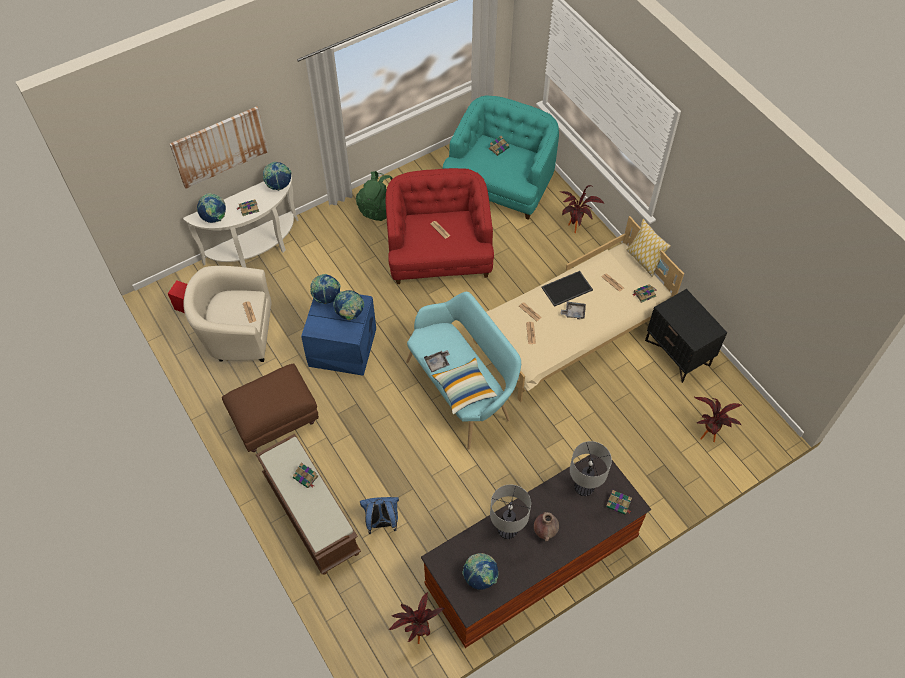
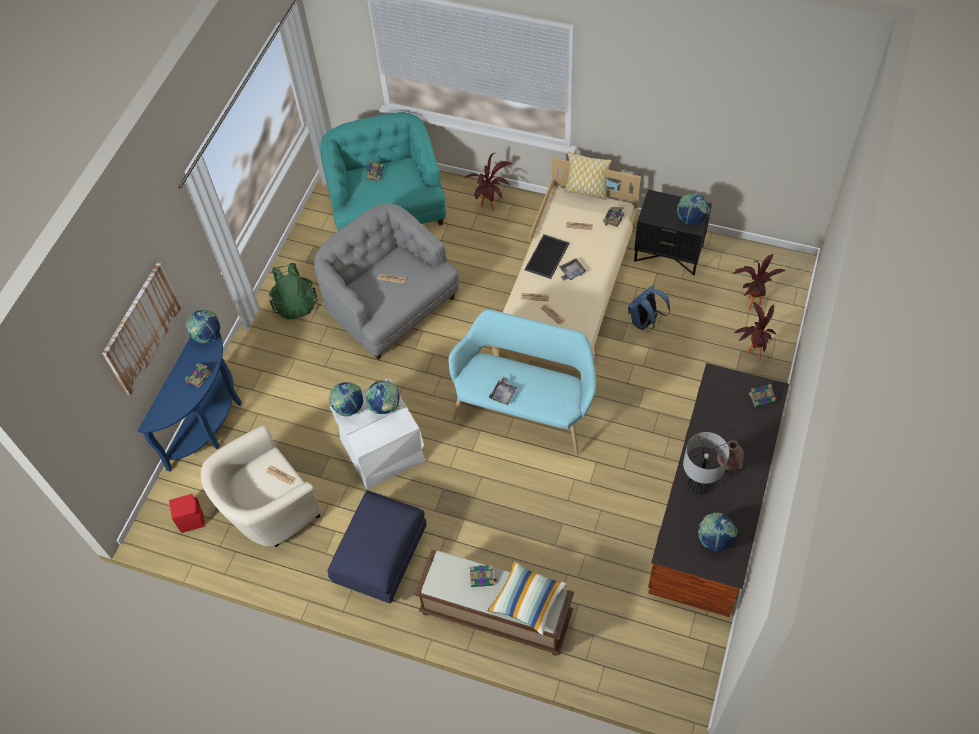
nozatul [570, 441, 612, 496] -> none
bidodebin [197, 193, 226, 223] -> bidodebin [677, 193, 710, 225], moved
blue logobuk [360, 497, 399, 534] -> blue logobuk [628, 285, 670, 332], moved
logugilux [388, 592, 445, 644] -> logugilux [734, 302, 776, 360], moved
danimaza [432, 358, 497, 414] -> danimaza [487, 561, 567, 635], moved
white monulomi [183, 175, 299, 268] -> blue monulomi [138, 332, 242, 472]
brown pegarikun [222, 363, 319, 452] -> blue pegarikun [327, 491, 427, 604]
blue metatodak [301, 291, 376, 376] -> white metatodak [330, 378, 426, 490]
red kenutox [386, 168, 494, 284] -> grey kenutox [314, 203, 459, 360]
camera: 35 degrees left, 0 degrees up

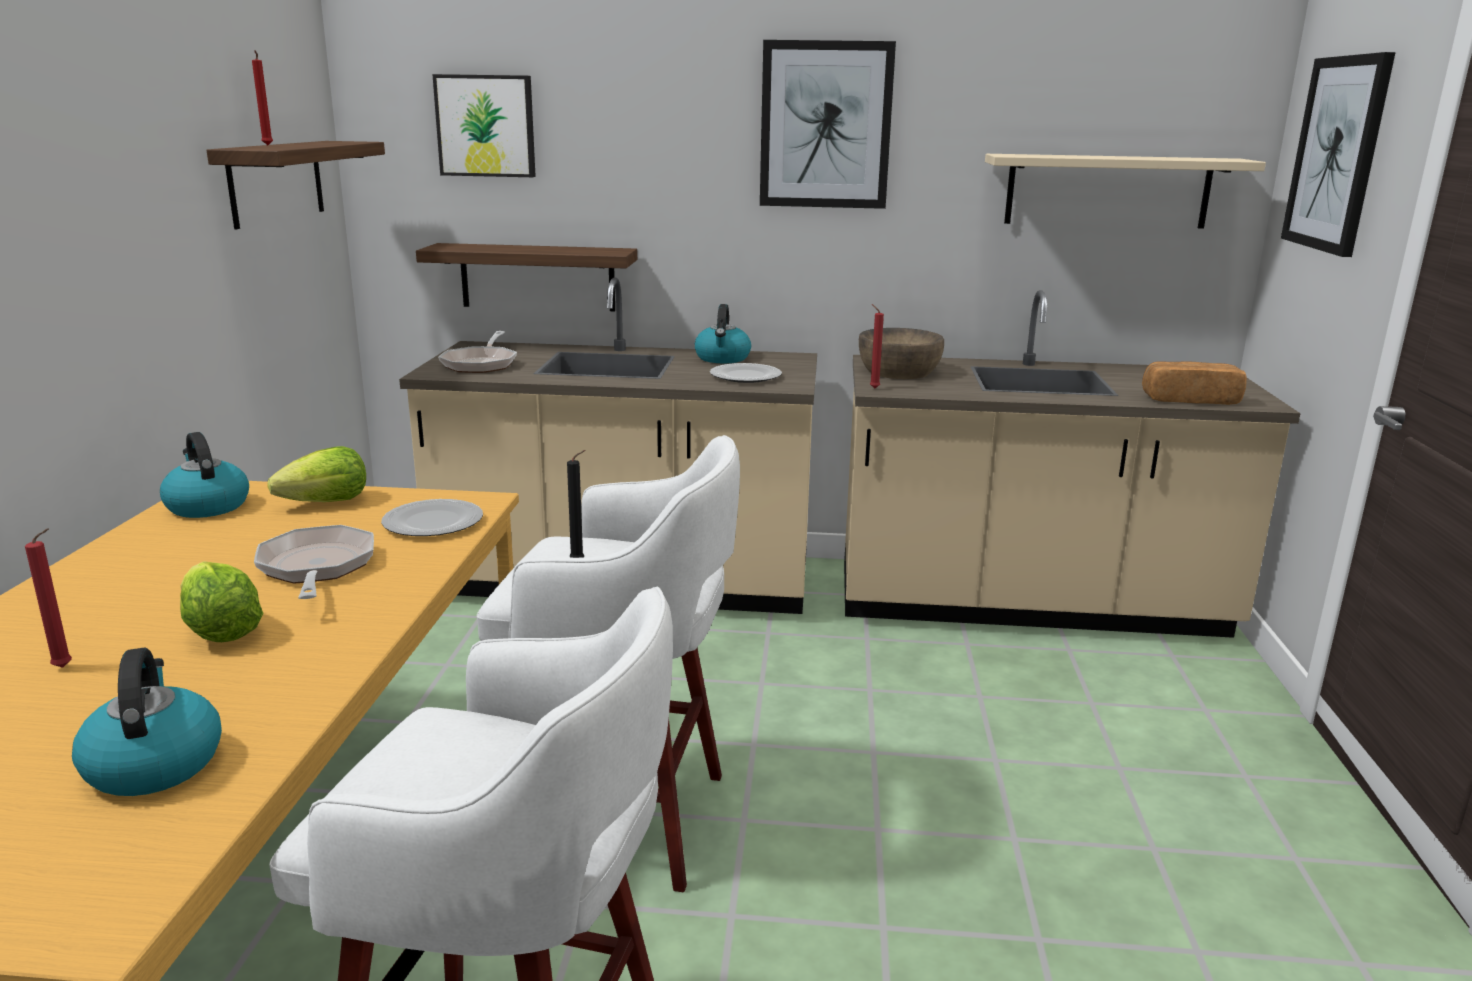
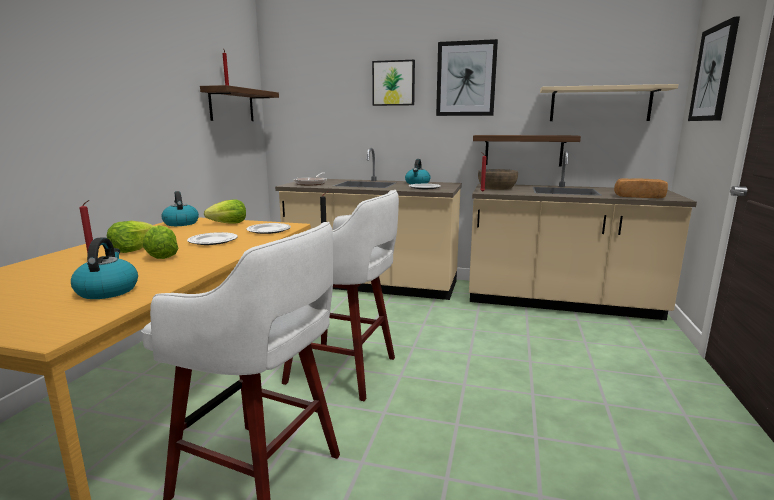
none -> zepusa [107, 221, 154, 253]
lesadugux [416, 243, 637, 311] -> lesadugux [473, 135, 581, 167], moved
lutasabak [432, 74, 536, 177] -> lutasabak [372, 60, 415, 106], moved
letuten [254, 525, 374, 599] -> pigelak [187, 232, 238, 245]
camera: 10 degrees right, 5 degrees down

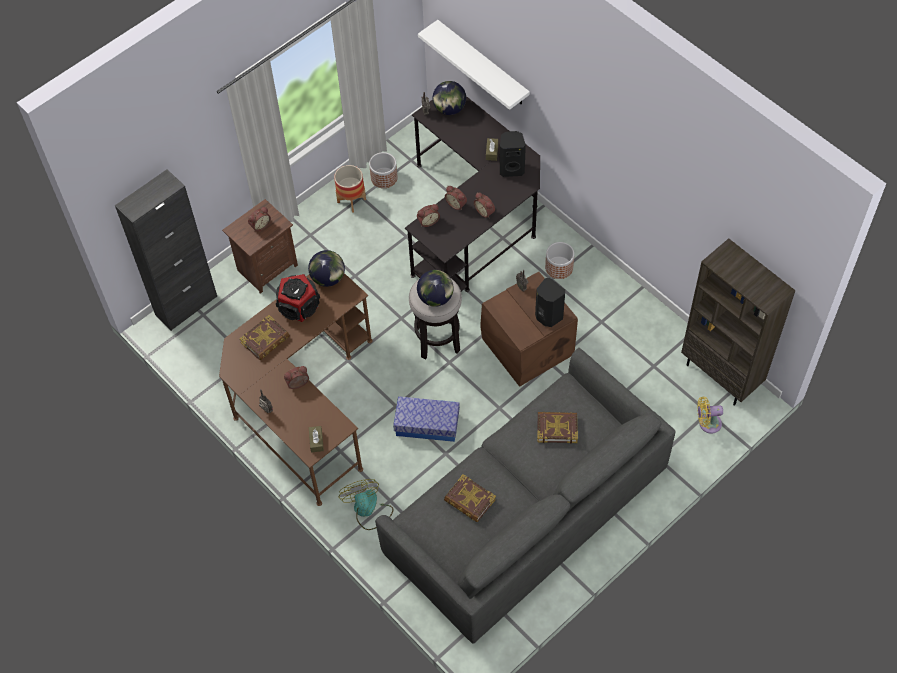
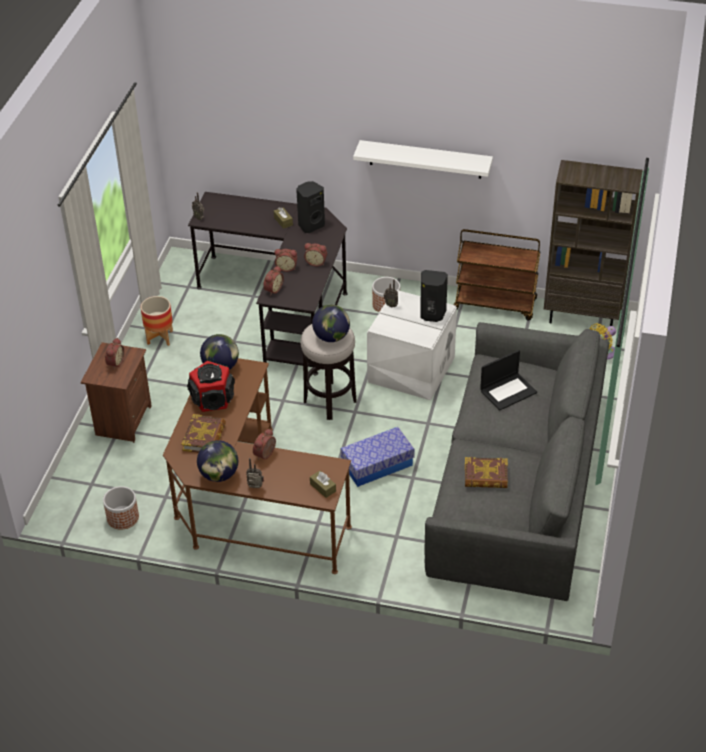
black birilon [115, 169, 217, 331] -> none
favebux [339, 479, 393, 530] -> none
none -> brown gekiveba [454, 229, 541, 321]
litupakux [369, 152, 397, 188] -> litupakux [103, 486, 139, 530], moved
white lesadugux [418, 20, 530, 110] -> white lesadugux [353, 140, 493, 179], moved
bidodebin [433, 81, 466, 115] -> bidodebin [197, 440, 238, 482], moved
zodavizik [537, 412, 578, 444] -> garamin [480, 350, 537, 411]
brown metatodak [480, 272, 578, 387] -> white metatodak [367, 290, 457, 400]
camera: 35 degrees left, 15 degrees down

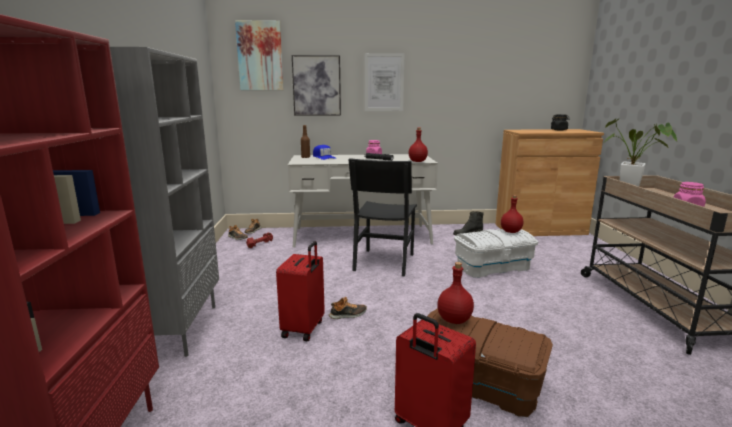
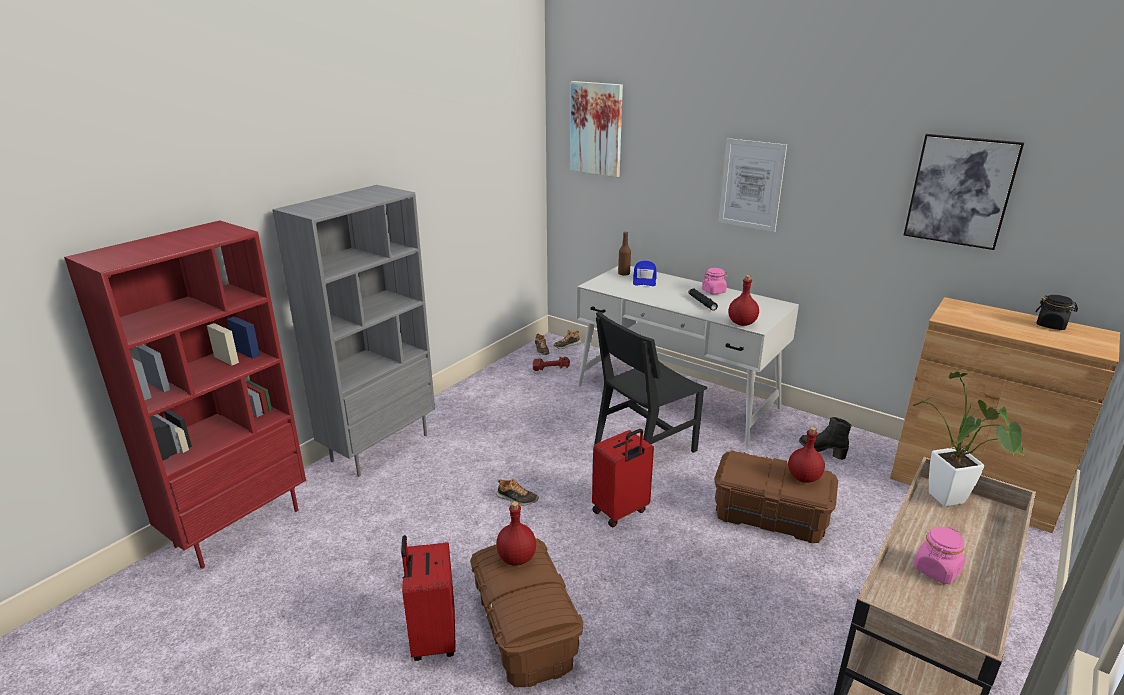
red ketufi [276, 241, 325, 341] -> red ketufi [592, 429, 654, 527], moved
lutasabak [292, 55, 341, 116] -> lutasabak [904, 134, 1024, 250], moved
white metatodak [454, 229, 538, 278] -> brown metatodak [715, 450, 838, 543]
camera: 40 degrees right, 10 degrees up

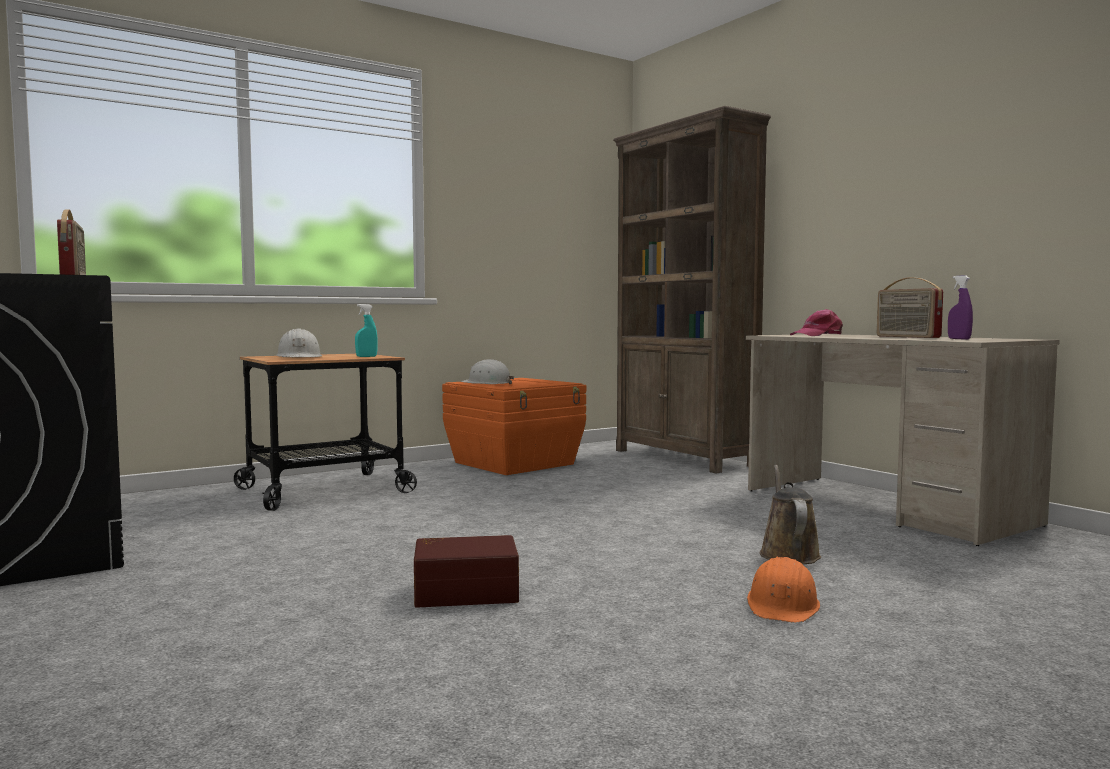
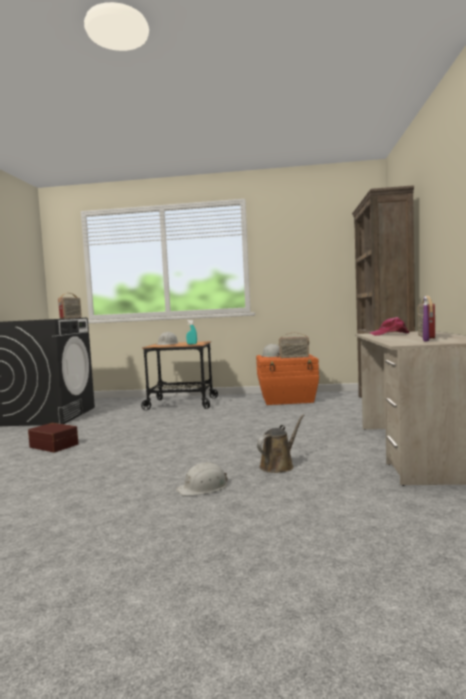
none -> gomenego [279, 333, 309, 358]
brown metatodak [414, 535, 519, 608] -> brown metatodak [28, 423, 79, 453], moved
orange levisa [747, 556, 820, 623] -> white levisa [176, 462, 228, 496]
camera: 40 degrees right, 0 degrees up

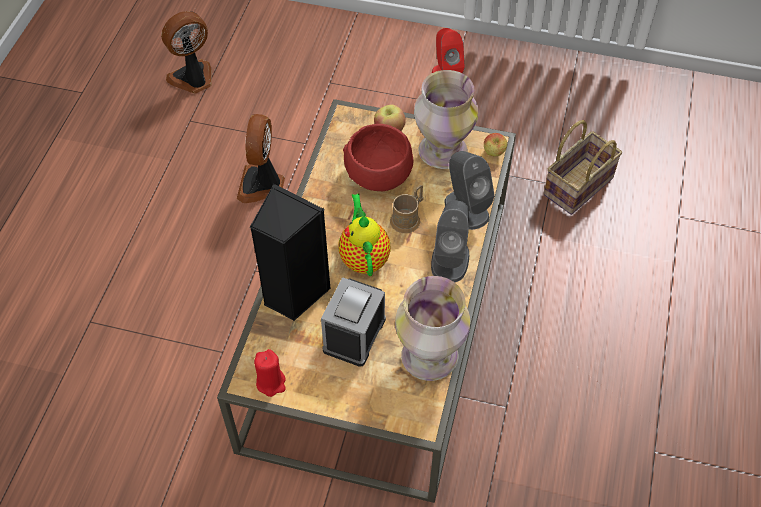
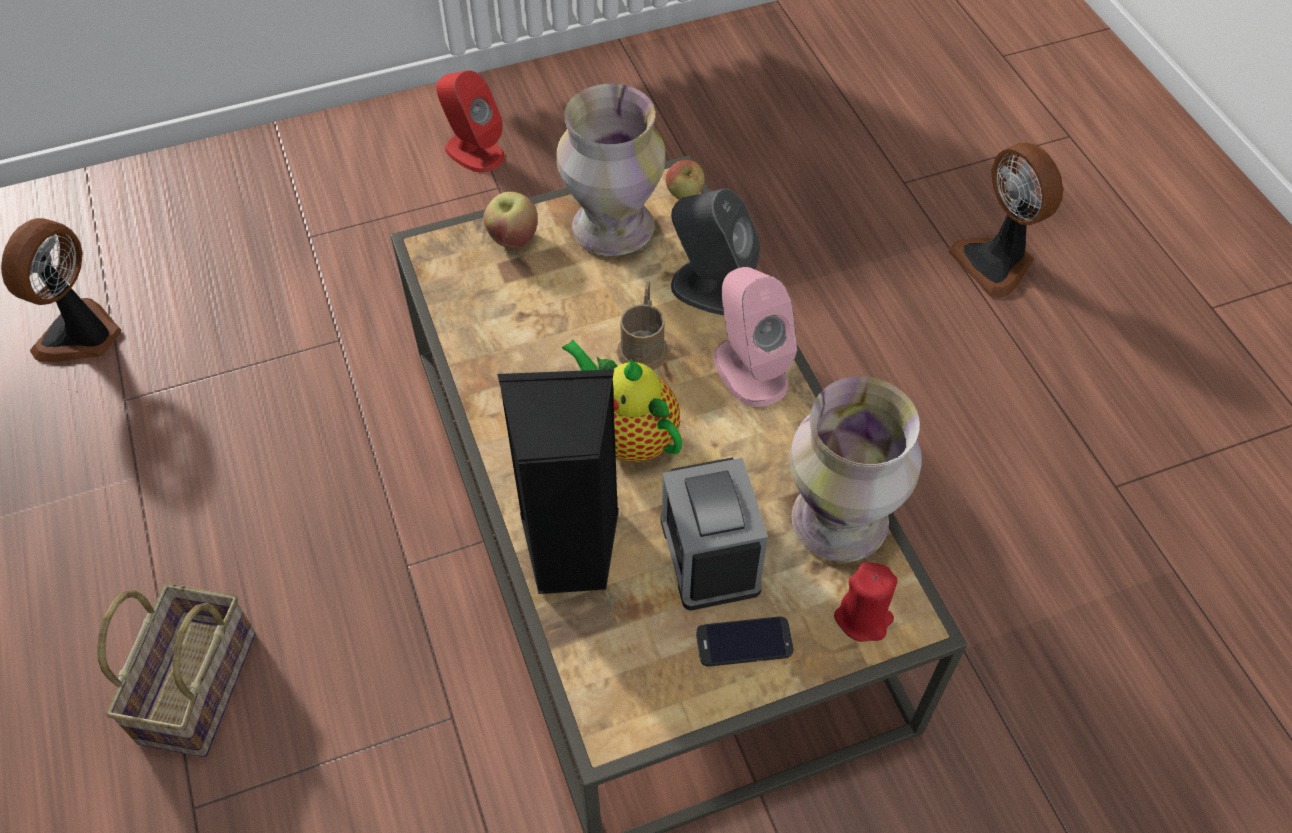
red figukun [343, 124, 413, 191] -> none
none -> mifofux [696, 617, 794, 667]
favebux [237, 114, 285, 203] -> favebux [948, 142, 1063, 298], moved
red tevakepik [254, 349, 286, 397] -> red tevakepik [834, 562, 898, 642], moved
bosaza [544, 120, 622, 215] -> bosaza [97, 583, 255, 757], moved
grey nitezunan [431, 200, 469, 282] -> pink nitezunan [713, 267, 797, 407]
camera: 35 degrees left, 0 degrees up

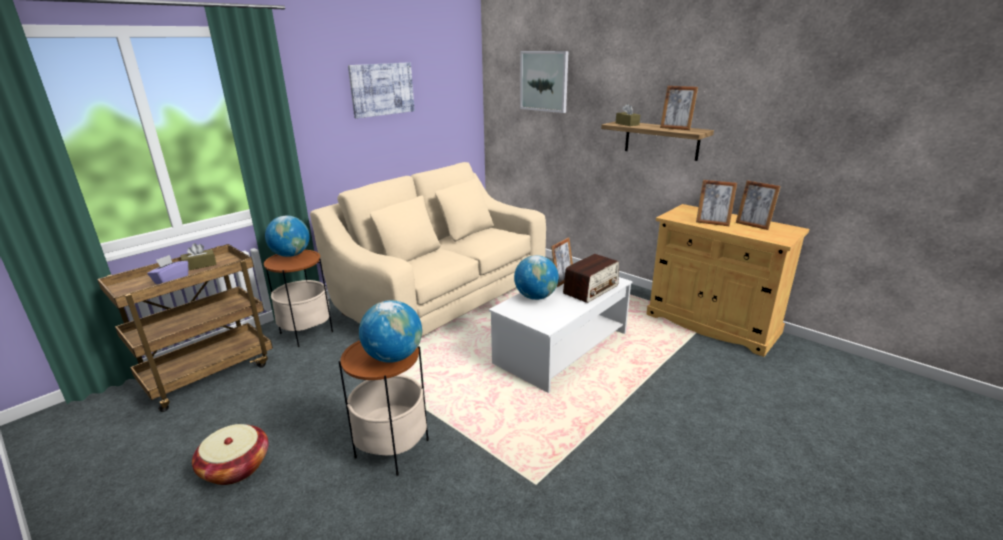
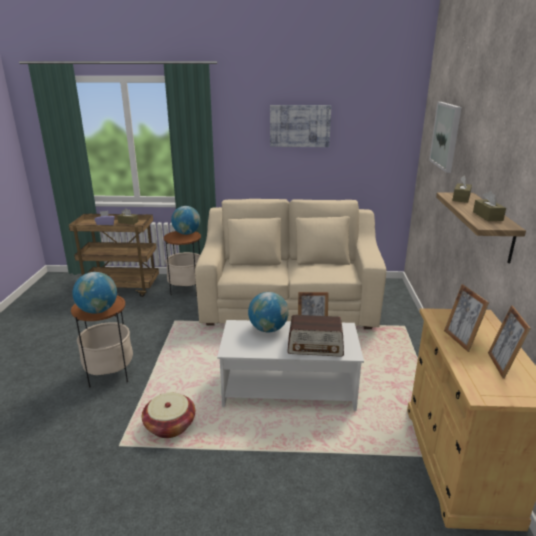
bosaza [192, 424, 268, 485] -> bosaza [142, 393, 195, 438], moved
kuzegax [660, 86, 698, 130] -> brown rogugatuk [473, 191, 506, 221]
camera: 50 degrees right, 0 degrees up

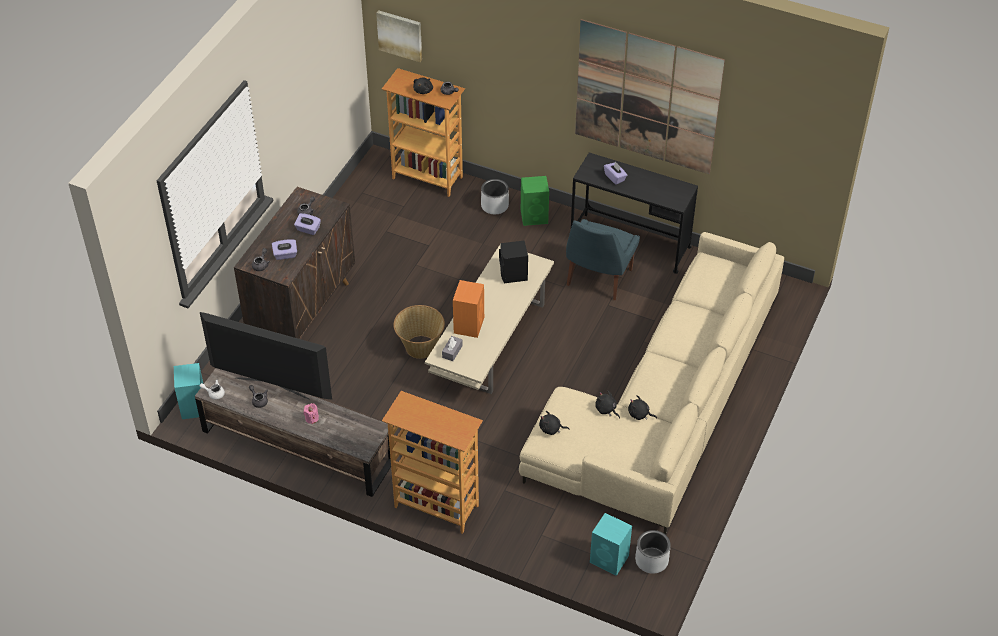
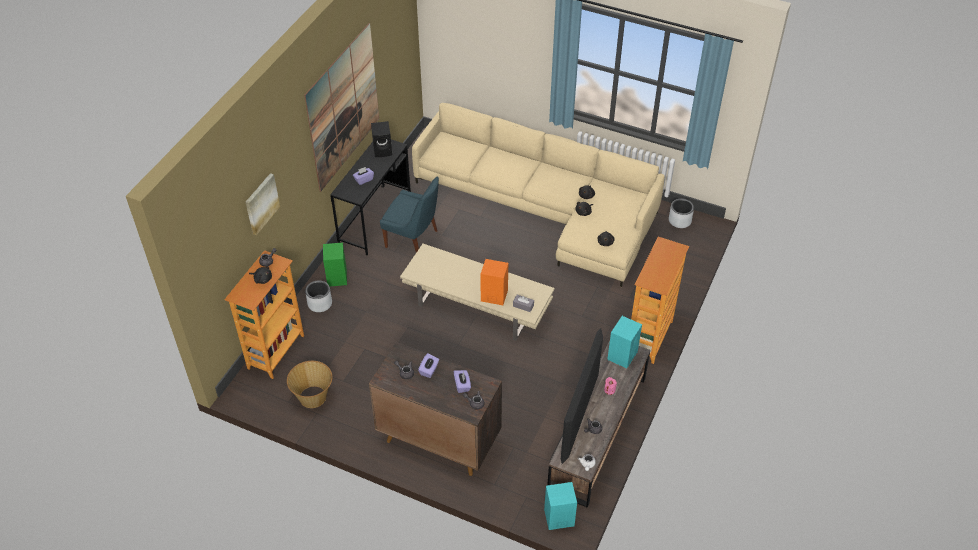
lutasabak [376, 10, 422, 62] -> lutasabak [246, 173, 280, 235], moved
bosaza [393, 305, 445, 359] -> bosaza [287, 361, 332, 408], moved
black nitezunan [499, 241, 528, 283] -> black nitezunan [371, 121, 392, 157], moved
turquoise nitezunan [590, 513, 632, 576] -> turquoise nitezunan [607, 316, 642, 368], moved
camera: 90 degrees left, 0 degrees up

